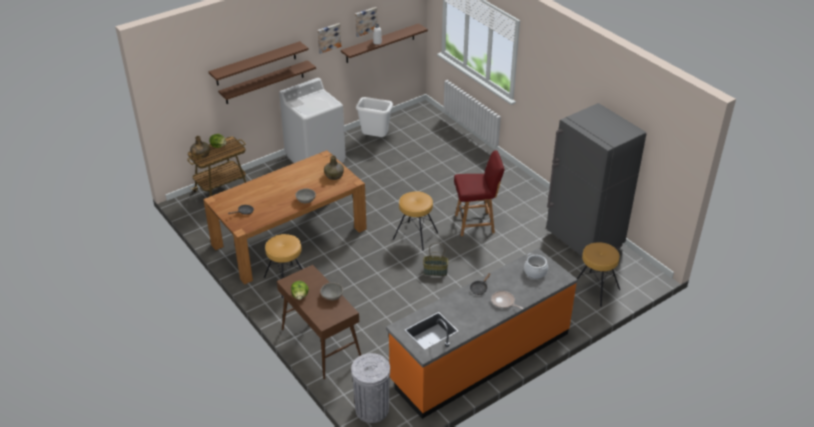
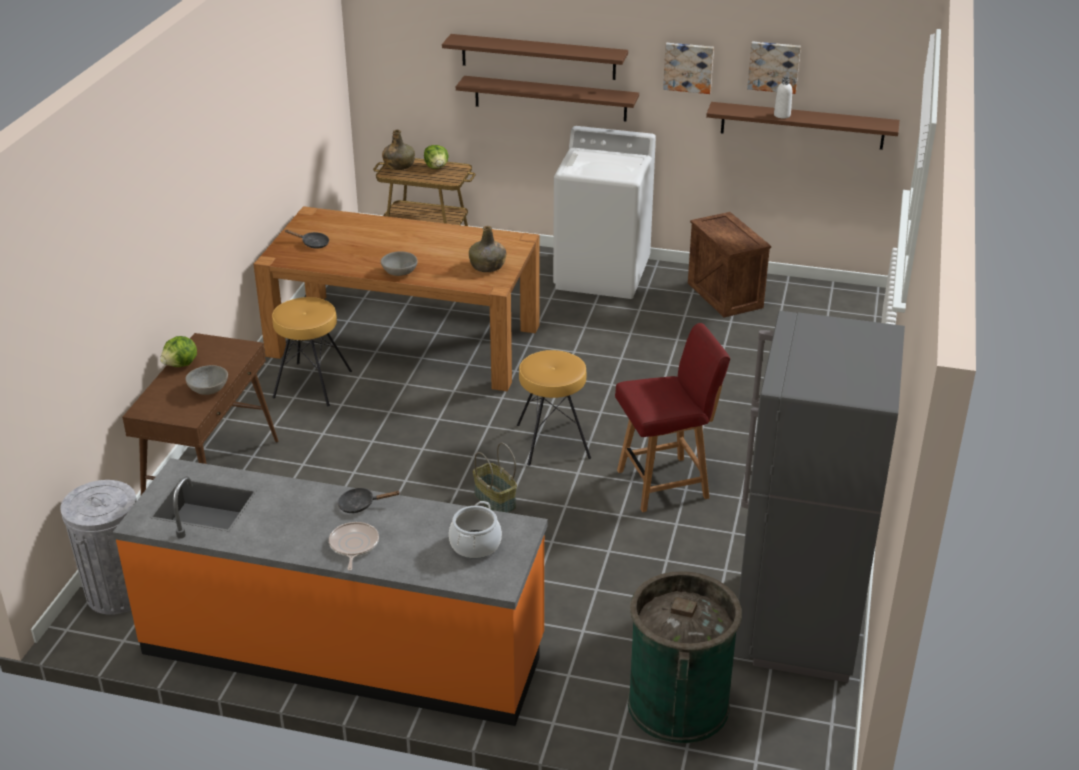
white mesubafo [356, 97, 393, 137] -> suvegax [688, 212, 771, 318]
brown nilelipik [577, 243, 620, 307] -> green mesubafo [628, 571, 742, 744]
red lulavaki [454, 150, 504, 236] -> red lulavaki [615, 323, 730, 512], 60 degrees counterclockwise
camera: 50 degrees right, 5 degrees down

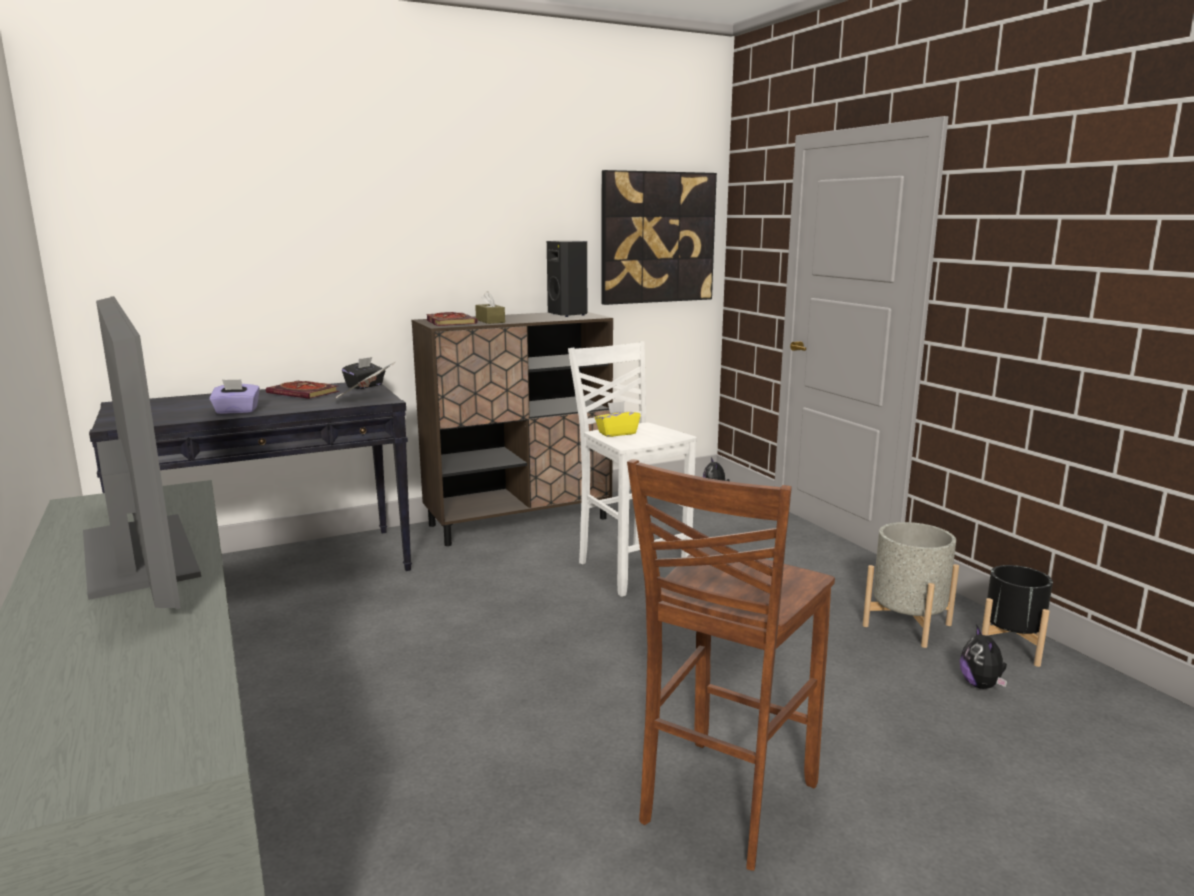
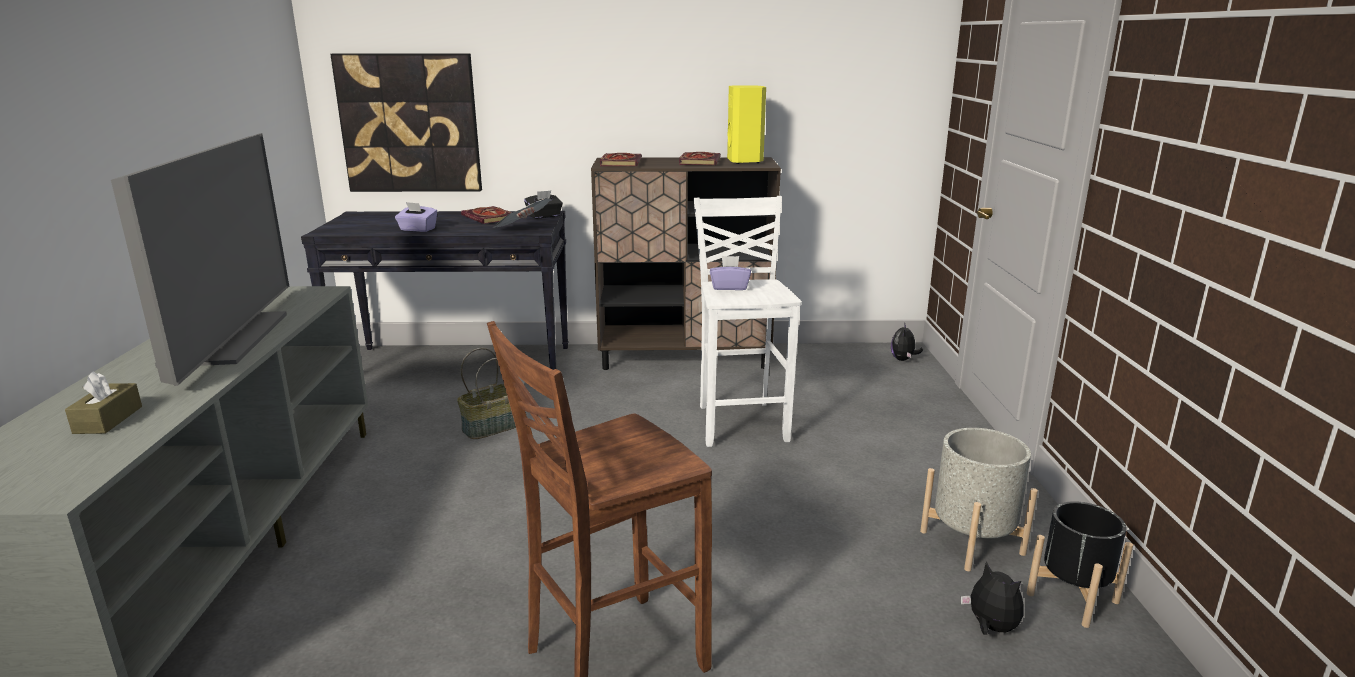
none -> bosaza [457, 348, 516, 439]
none -> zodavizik [679, 152, 721, 165]
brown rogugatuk [475, 291, 505, 324] -> brown rogugatuk [65, 371, 142, 434], moved
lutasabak [601, 170, 717, 305] -> lutasabak [330, 53, 482, 192], moved
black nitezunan [547, 241, 587, 317] -> yellow nitezunan [727, 85, 766, 164]
yellow rogugatuk [595, 401, 641, 437] -> purple rogugatuk [710, 256, 751, 290]
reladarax [960, 626, 1007, 689] -> reladarax [961, 561, 1024, 635], 120 degrees clockwise
camera: 25 degrees right, 5 degrees up

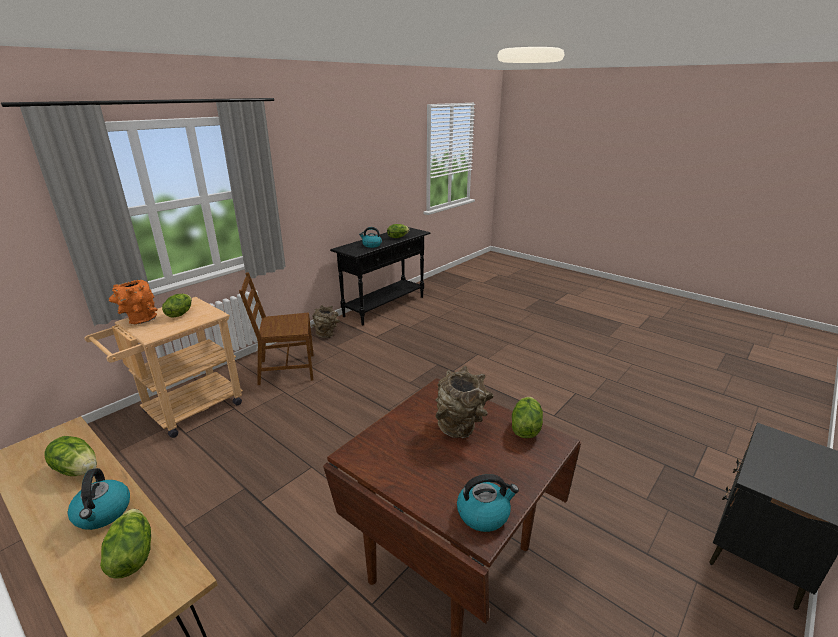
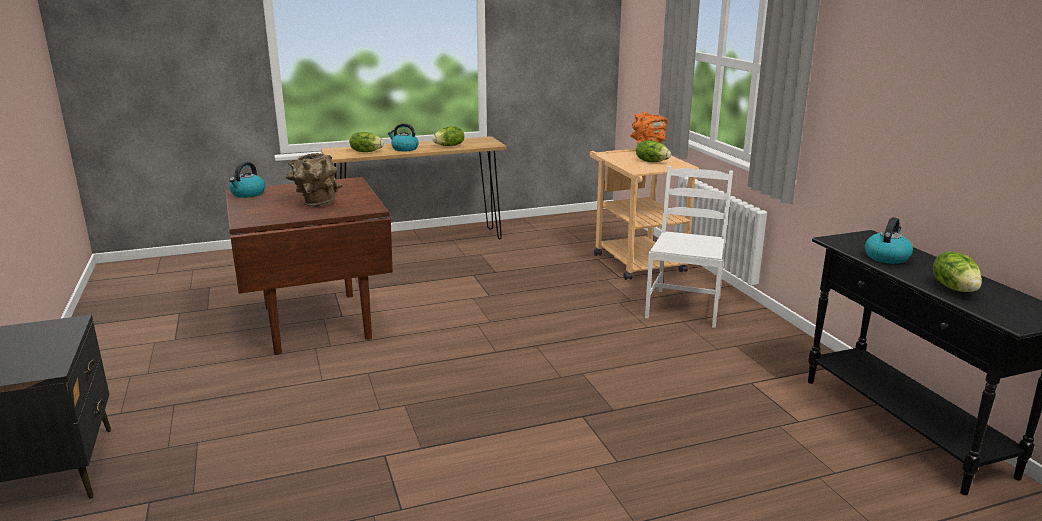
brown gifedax [311, 305, 340, 338] -> none
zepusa [512, 397, 543, 438] -> none
brown lulavaki [239, 272, 314, 385] -> white lulavaki [645, 166, 733, 328]
camera: 120 degrees right, 5 degrees down

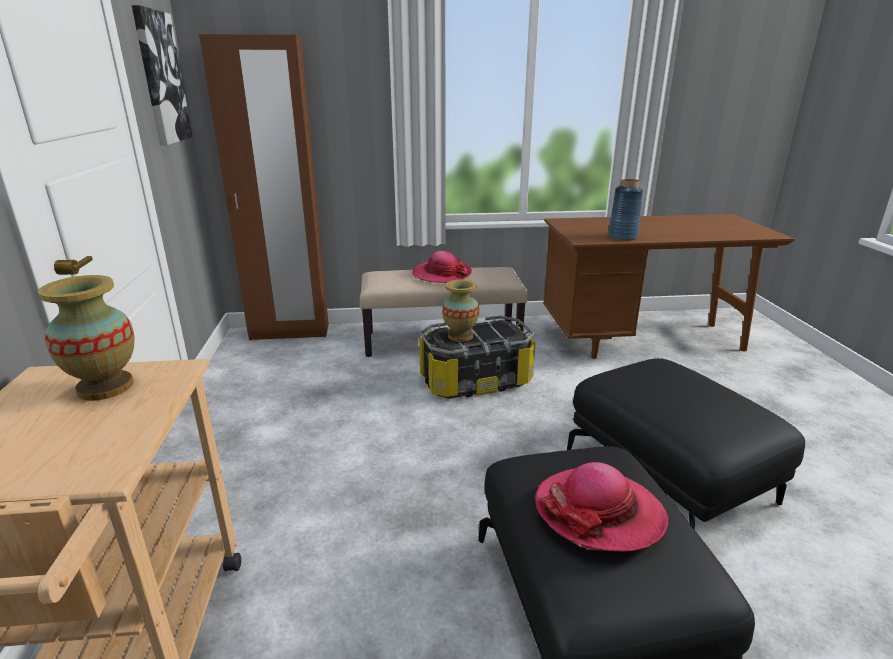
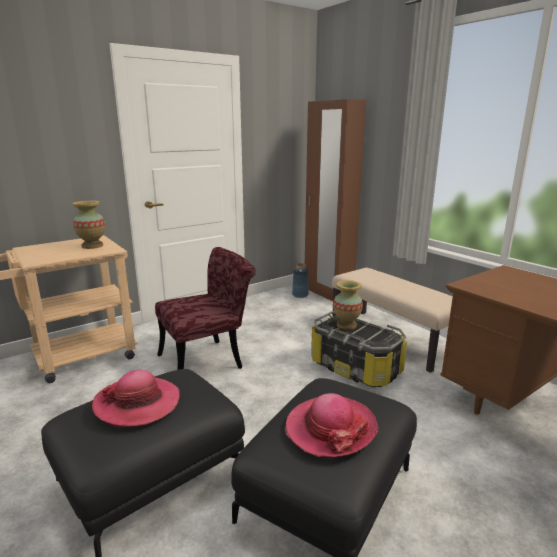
lutasabak [132, 5, 193, 145] -> none
none -> red lulavaki [155, 247, 256, 370]
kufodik [412, 251, 472, 283] -> kufodik [285, 393, 379, 457], moved
blue gifedax [608, 179, 643, 241] -> blue gifedax [292, 263, 309, 298], moved
camera: 60 degrees right, 5 degrees down

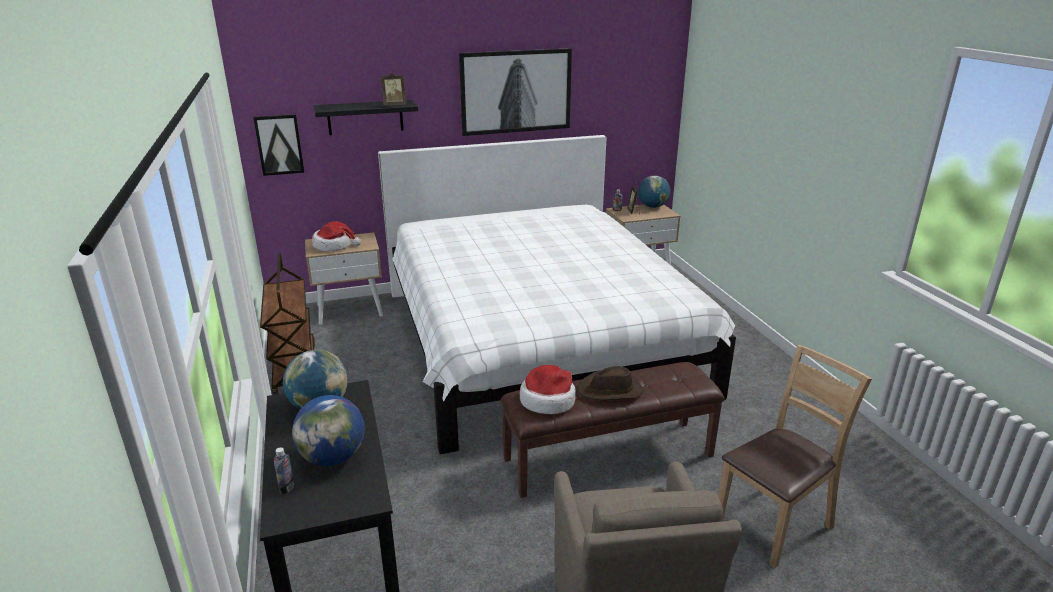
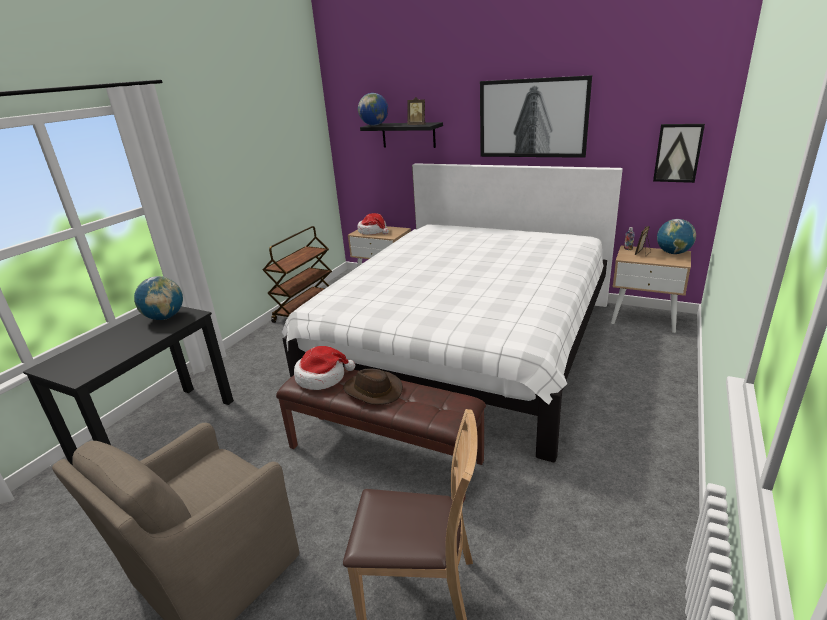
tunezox [274, 447, 294, 495] -> none
lutasabak [253, 114, 304, 176] -> lutasabak [653, 124, 705, 183], moved
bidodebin [292, 395, 364, 466] -> bidodebin [358, 93, 388, 126], moved
camera: 45 degrees right, 0 degrees up

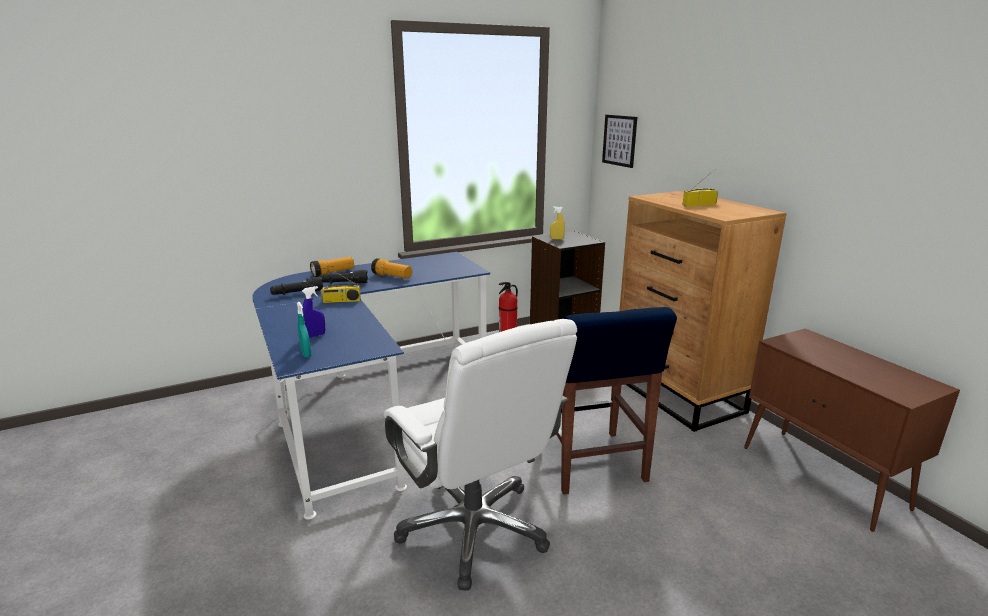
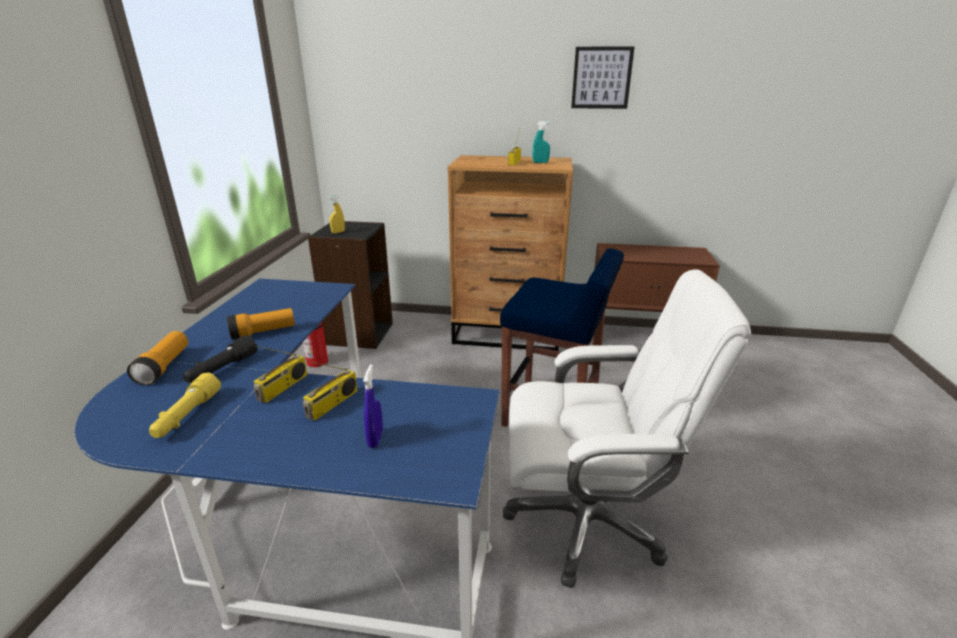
none -> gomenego [303, 361, 358, 420]
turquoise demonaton [297, 302, 311, 358] -> turquoise demonaton [533, 121, 550, 163], moved
lutasabak [602, 115, 637, 168] -> lutasabak [571, 46, 635, 109], moved
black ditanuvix [270, 277, 323, 295] -> yellow ditanuvix [149, 373, 221, 438]
camera: 55 degrees left, 5 degrees up

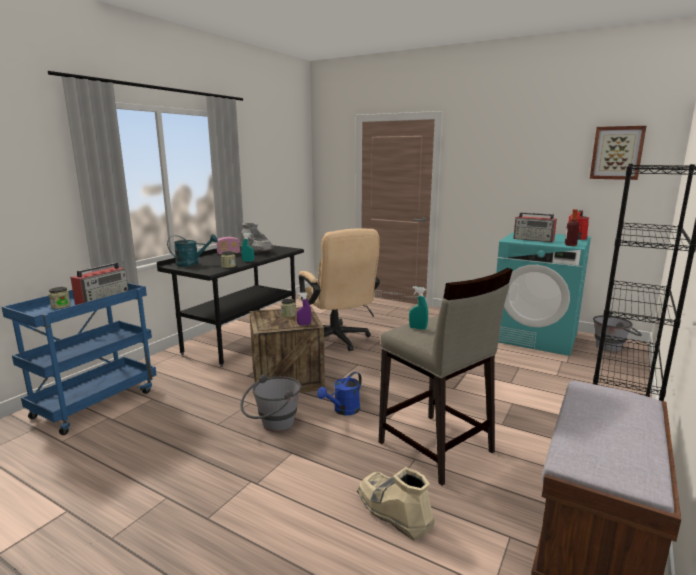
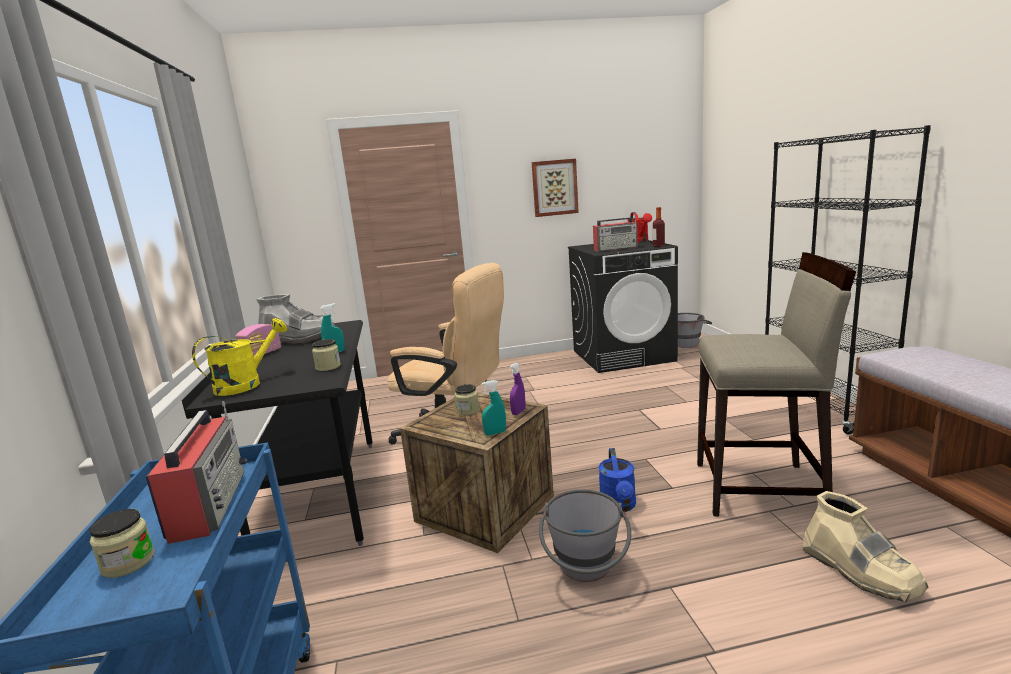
turquoise demonaton [409, 287, 428, 330] -> turquoise demonaton [481, 380, 506, 435], moved
lutasabak [590, 126, 646, 180] -> lutasabak [532, 159, 579, 217], moved
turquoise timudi [167, 234, 218, 267] -> yellow timudi [192, 318, 287, 396]
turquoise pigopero [496, 232, 591, 356] -> black pigopero [568, 240, 678, 373]
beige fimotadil [357, 467, 435, 541] -> beige fimotadil [803, 491, 928, 602], 120 degrees counterclockwise
camera: 40 degrees left, 0 degrees up

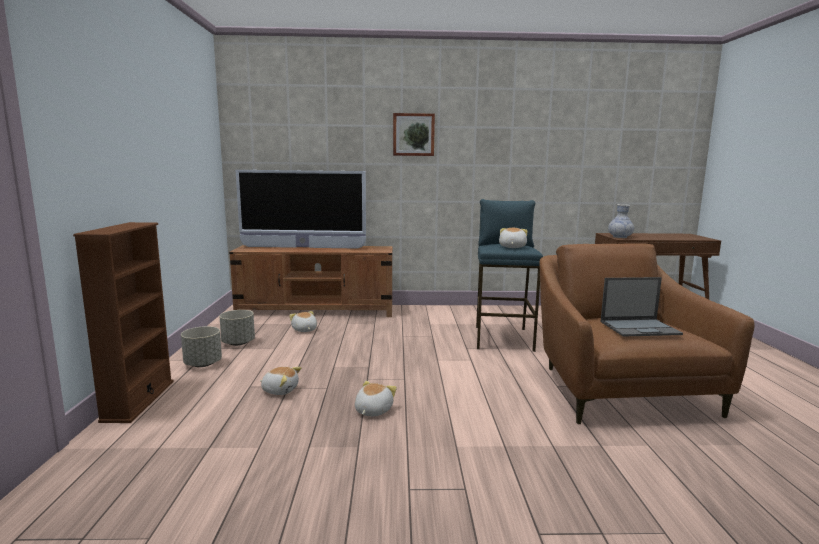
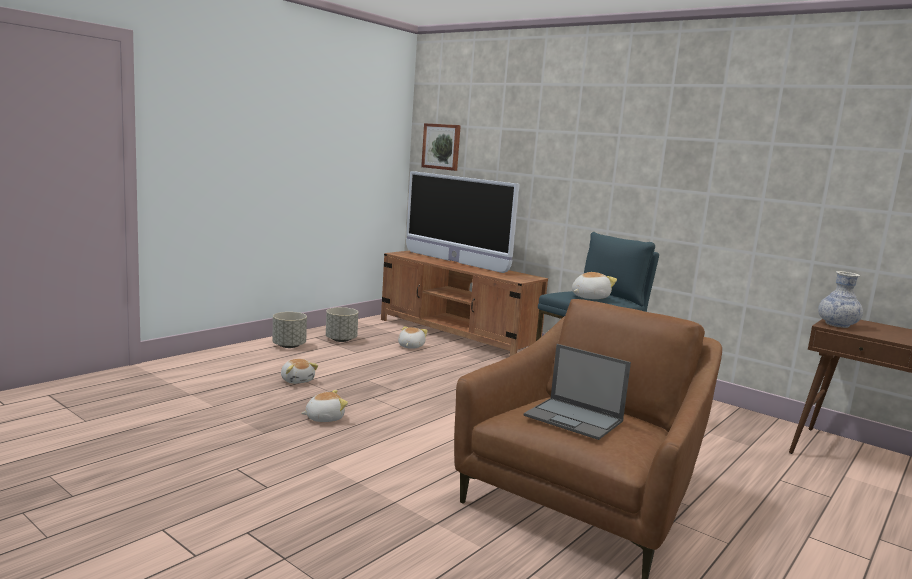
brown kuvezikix [73, 222, 174, 423] -> none
lutasabak [393, 113, 435, 156] -> lutasabak [421, 123, 461, 171], moved
camera: 40 degrees right, 0 degrees up

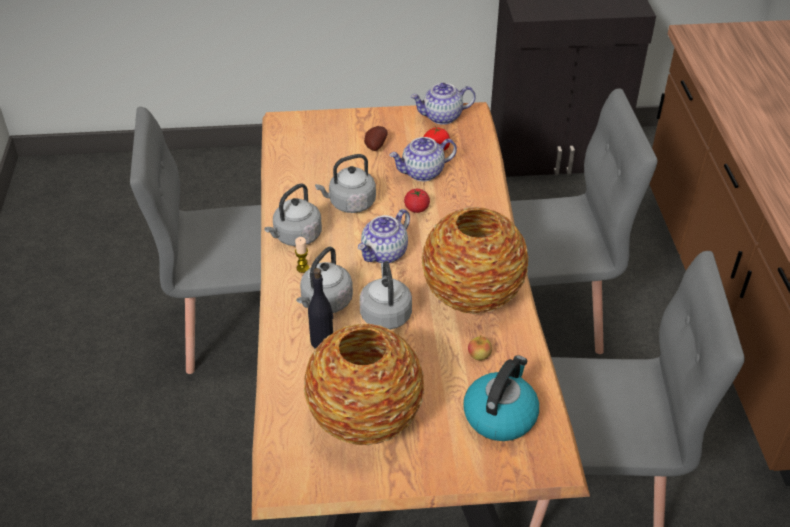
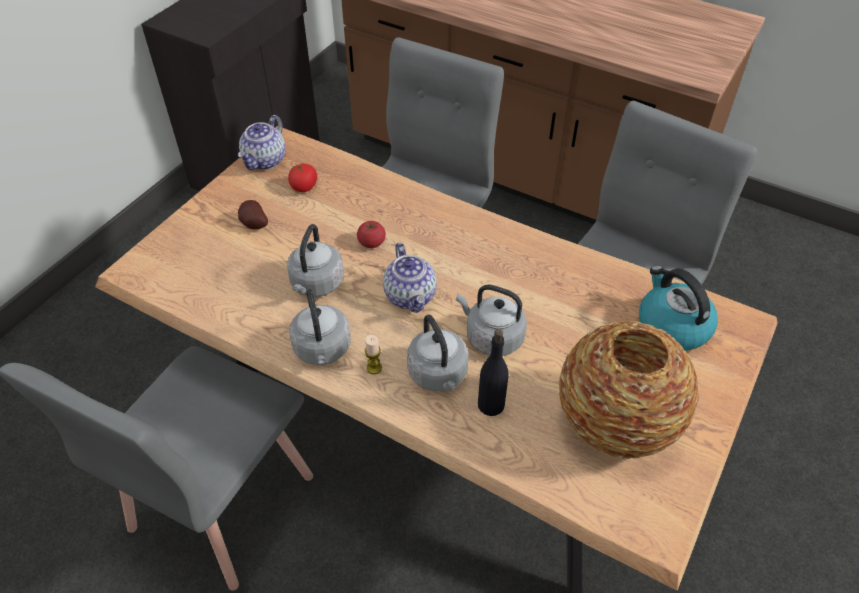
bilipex [389, 137, 457, 181] -> none
gifedax [422, 207, 529, 314] -> none
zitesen [468, 335, 492, 360] -> none
camera: 55 degrees left, 5 degrees up

